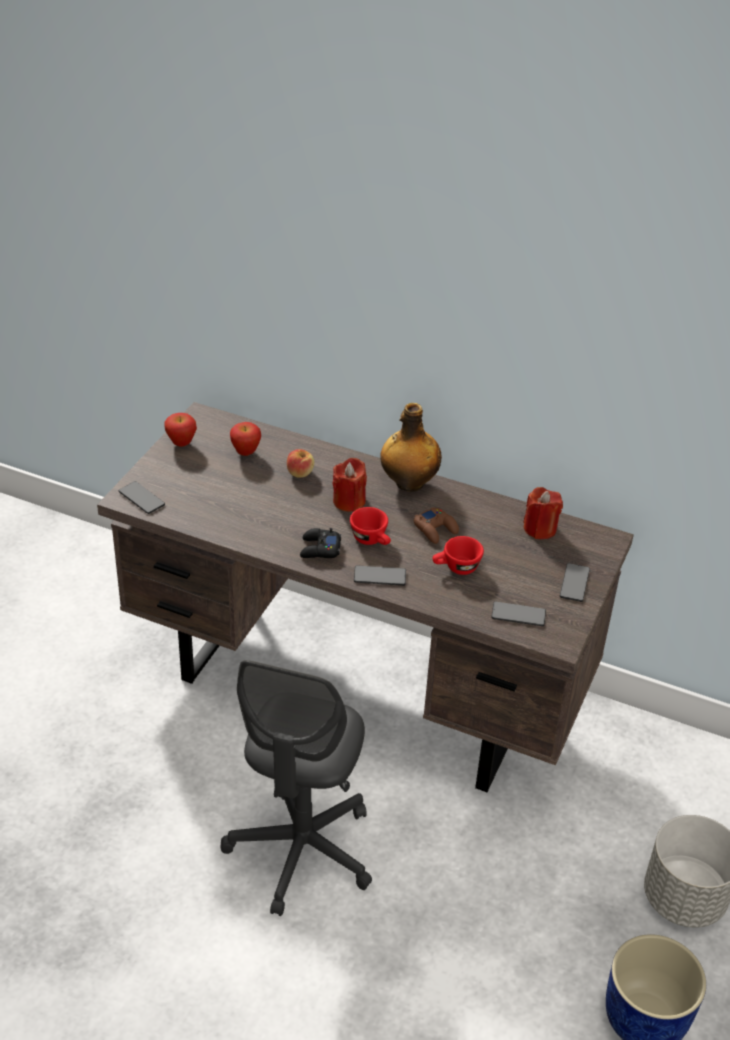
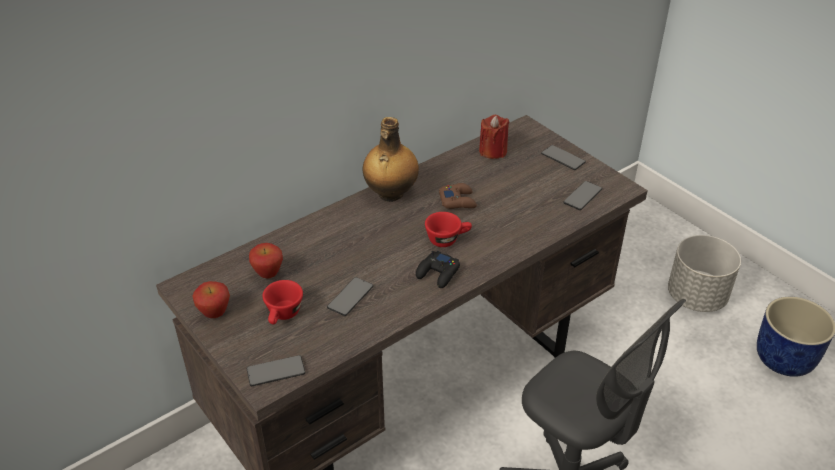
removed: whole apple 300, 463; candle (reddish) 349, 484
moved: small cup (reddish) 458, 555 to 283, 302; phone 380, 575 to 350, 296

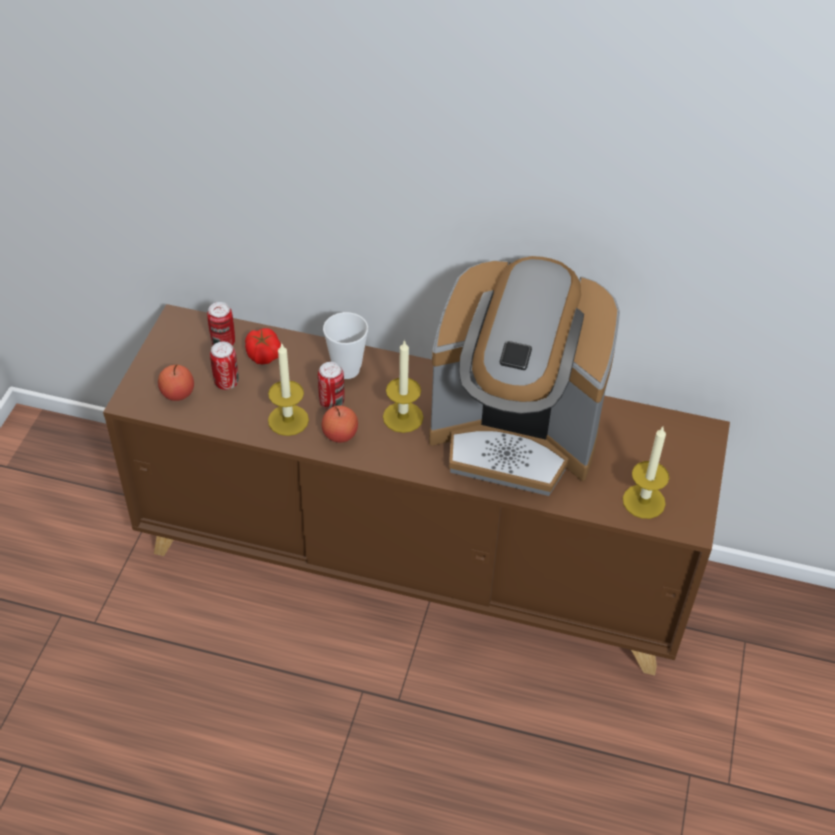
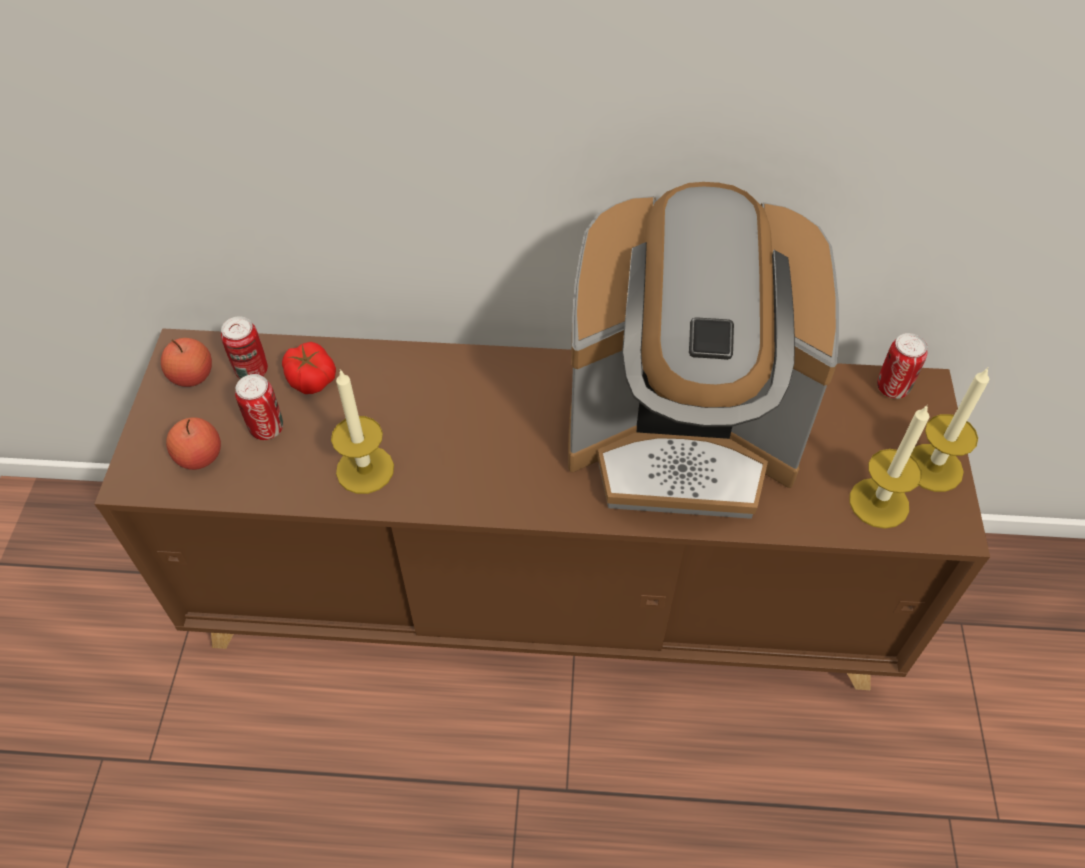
removed: small cup 345, 345
moved: whole apple 340, 424 to 186, 362; metal can 331, 386 to 902, 366; candle 403, 386 to 950, 429

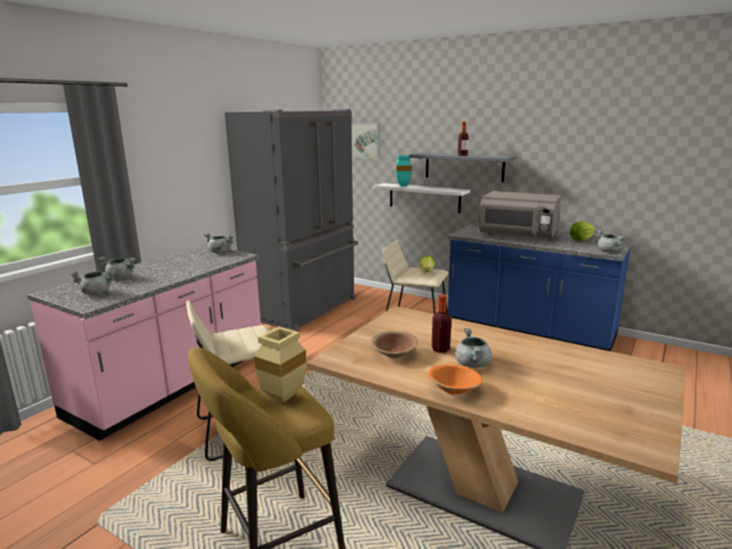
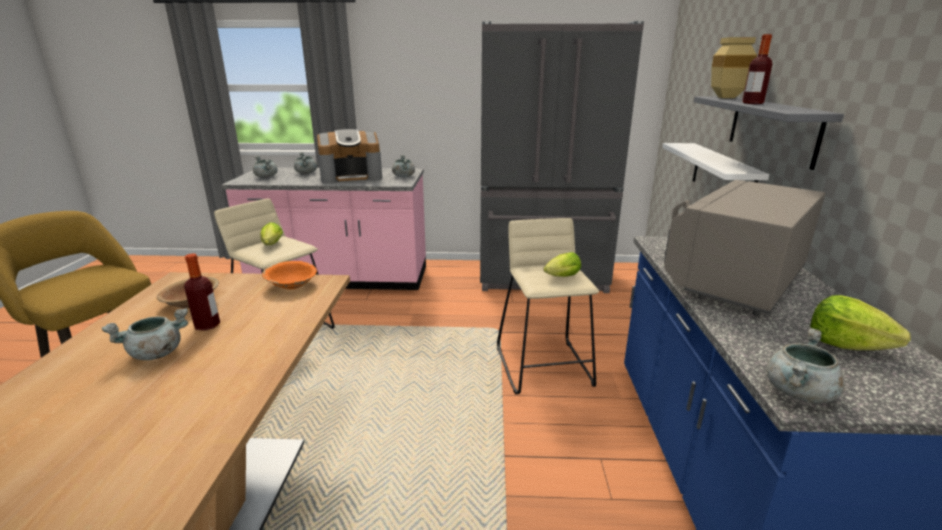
removed: picture 365, 140; vase (blue-green) 404, 170
added: head of lettuce 271, 233; coffee machine 349, 156
moved: bowl (orange-coloured) 455, 380 to 289, 275; vase (beige) 280, 365 to 734, 67
turned: kitchen microwave (grey) 520, 216 = 744, 248 45 degrees clockwise

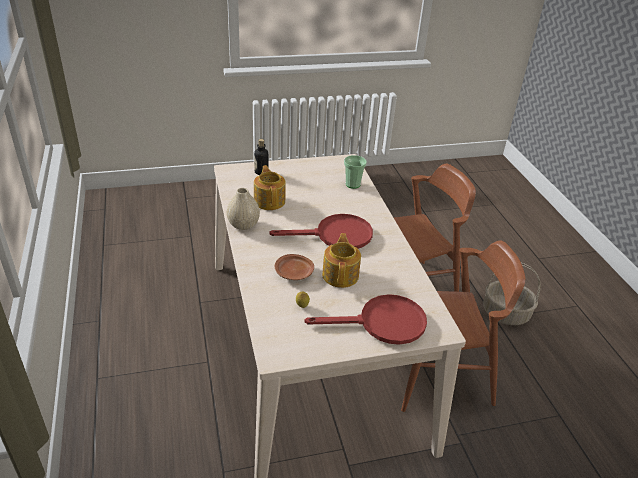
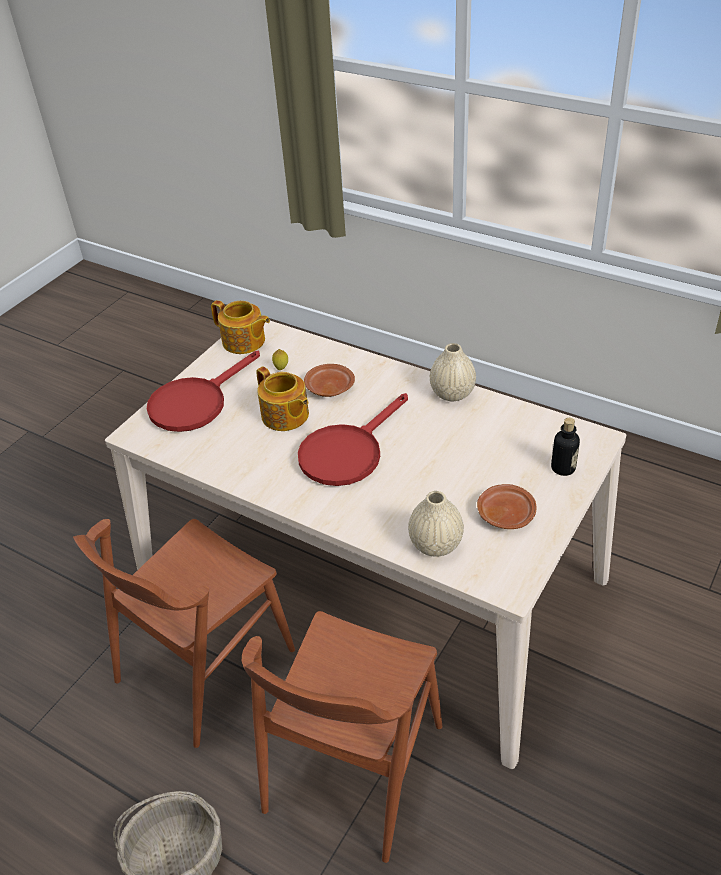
added: plate (brown) 506, 506
moved: teapot 270, 187 to 240, 327
replaced: small cup 355, 172 to vase (beige) 436, 524

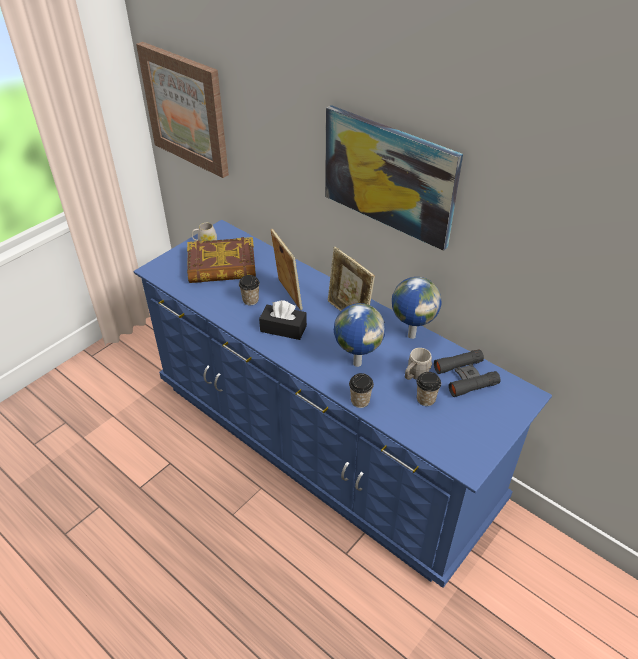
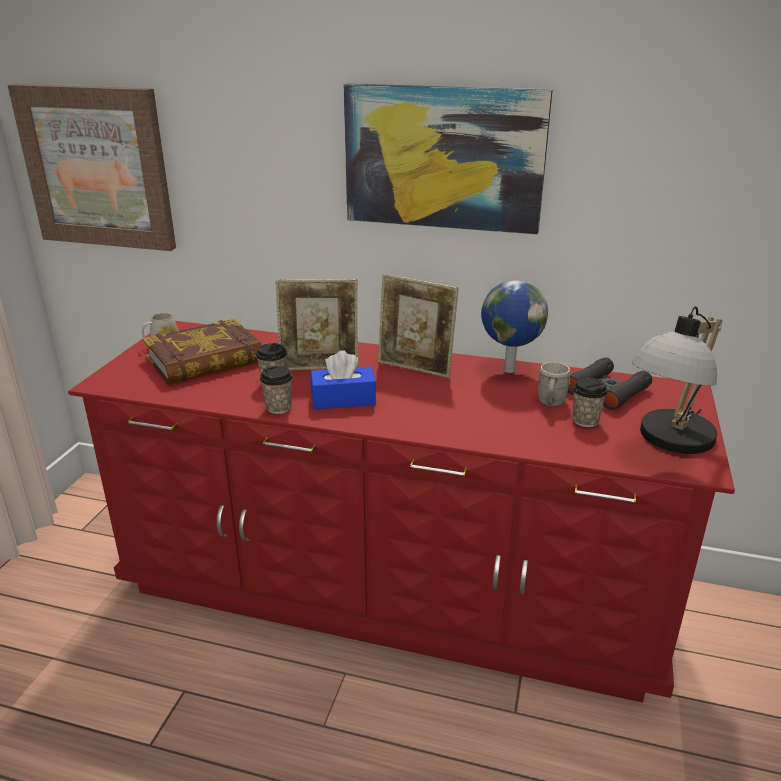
removed: globe 359, 335
added: tabletop lamp 677, 380
moved: small cup 361, 390 to 276, 390
recoloured: chest of drawers (blue-coloured) 342, 404 to chest of drawers (reddish) 401, 512; tissue holder (black-coloured) 283, 320 to tissue holder (blue-coloured) 343, 380
turned: photo frame 286, 269 = 316, 325 135 degrees clockwise

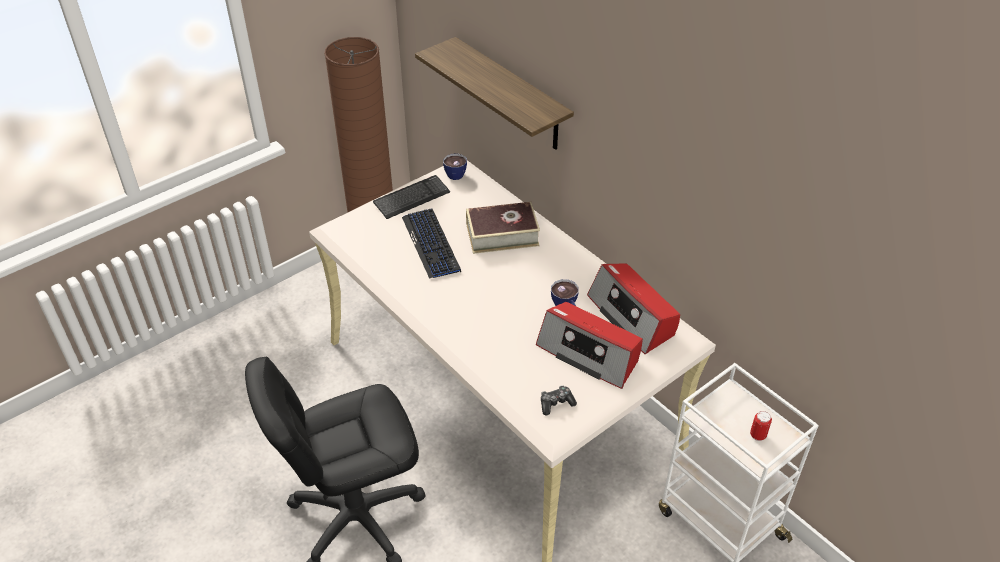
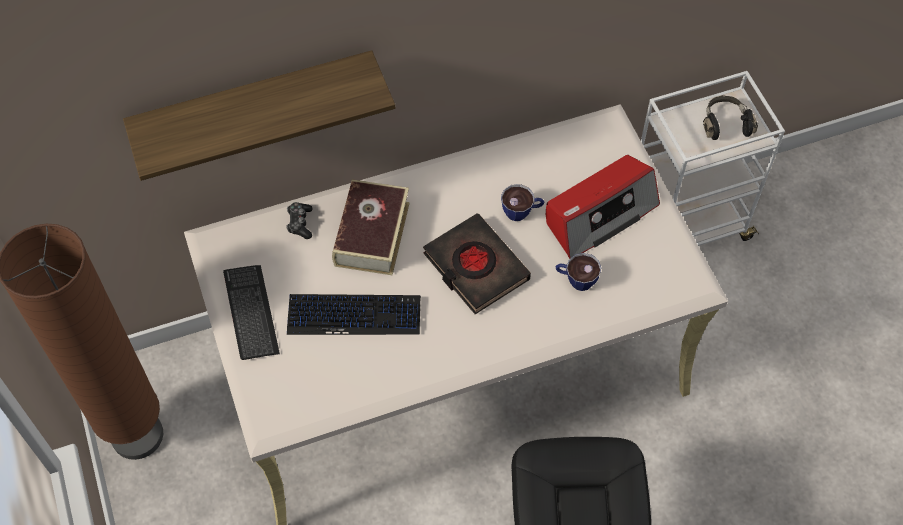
removed: radio set 633, 309
added: bound book (black-coloured) 477, 263
moved: gamepad 559, 400 to 299, 220; small cup 455, 166 to 578, 272
replaced: metal can 761, 426 to headset (black-coloured) 730, 117

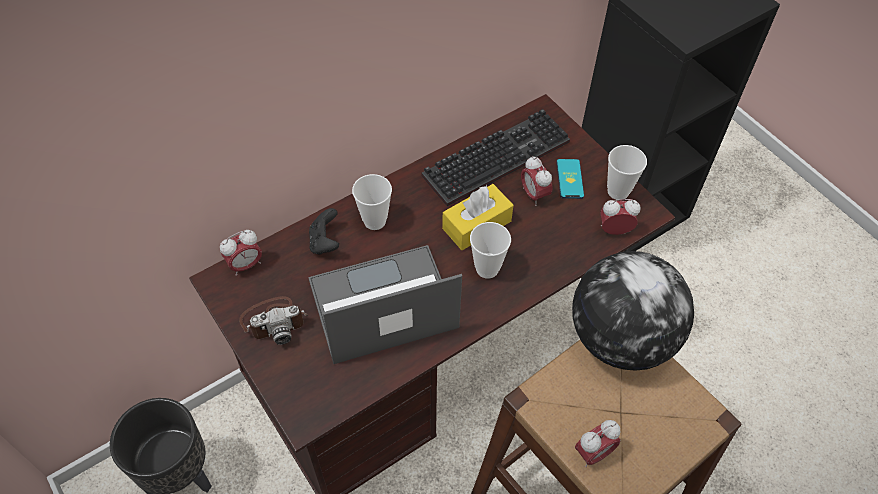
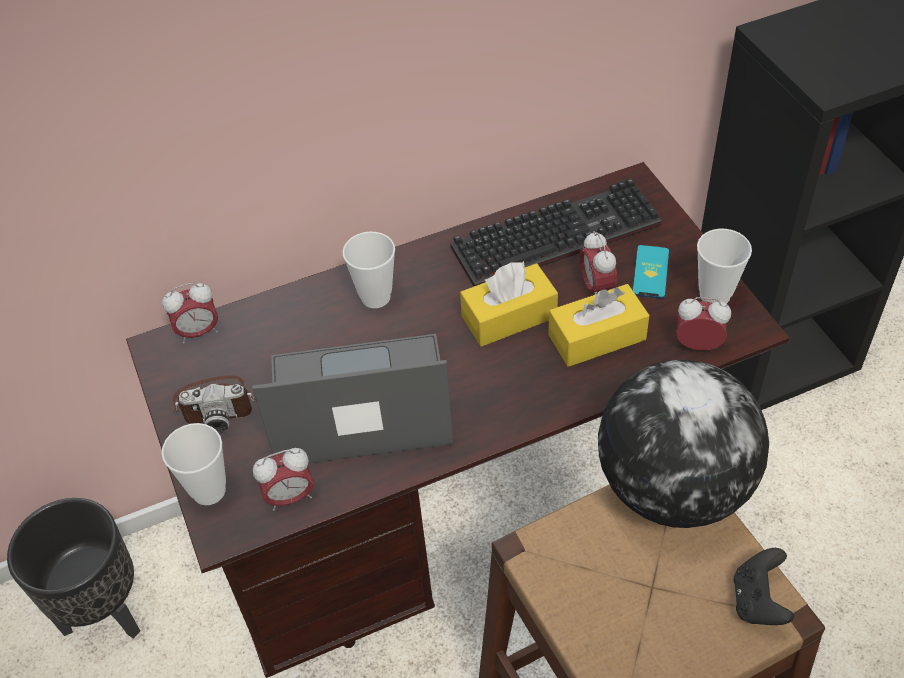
added: tissue holder (yellowish) 598, 325
moved: small cup 490, 250 to 194, 464; alarm clock 598, 443 to 283, 479; gamepad (black-coloured) 324, 231 to 764, 586

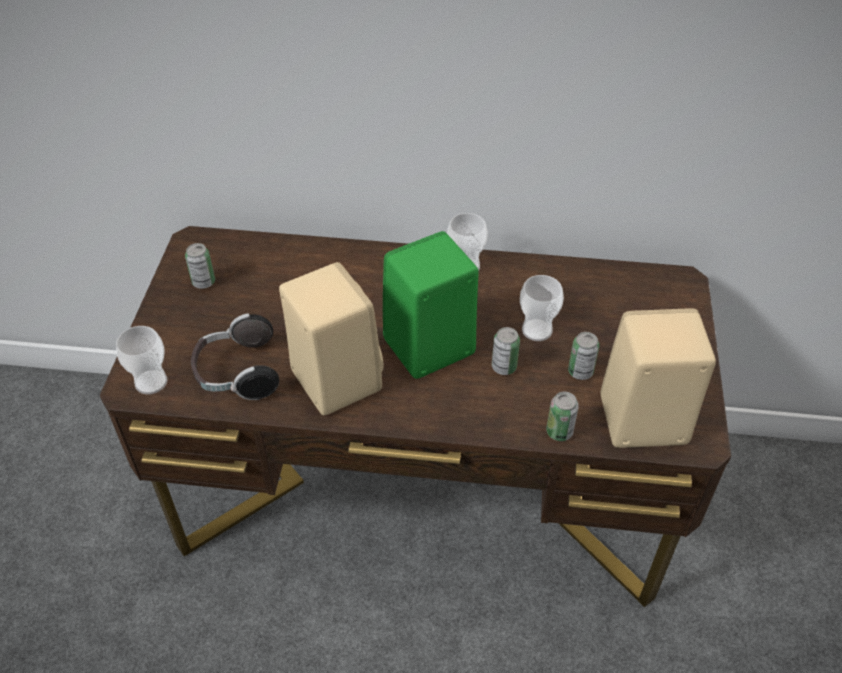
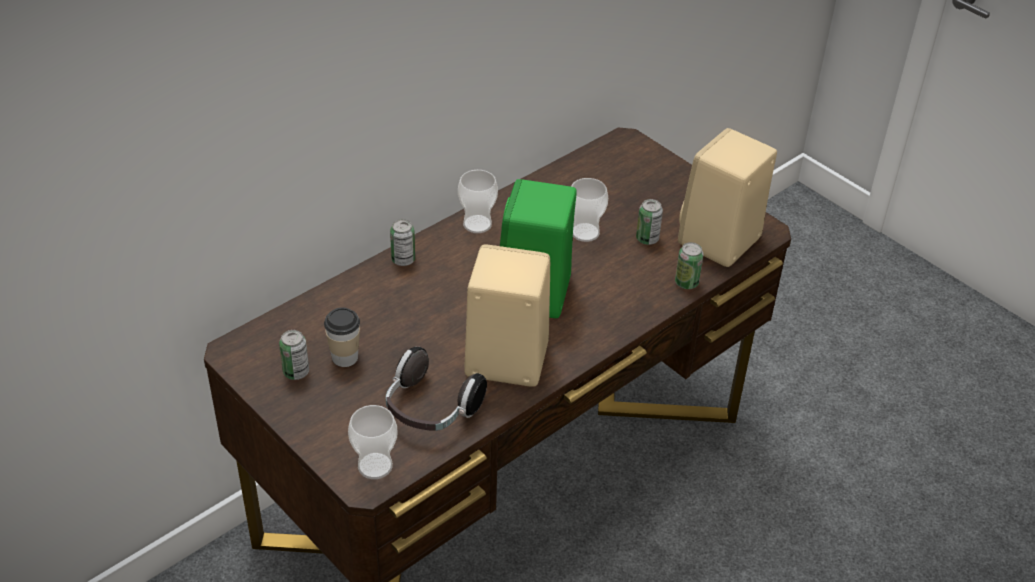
added: small cup 342, 337
moved: metal can 506, 351 to 402, 242

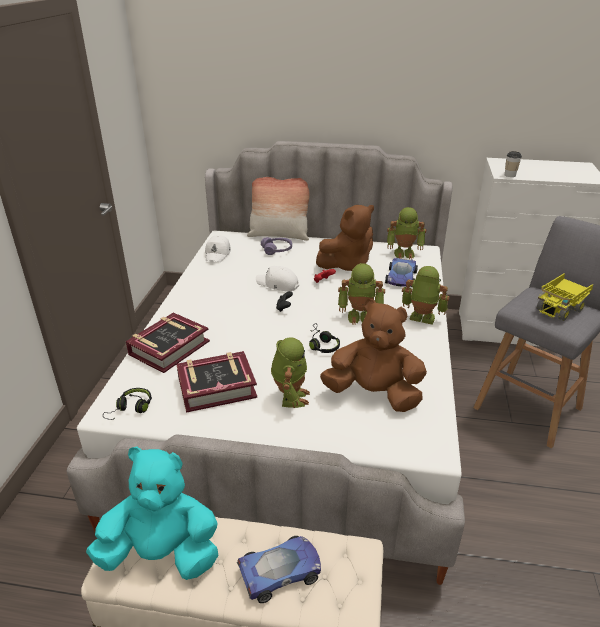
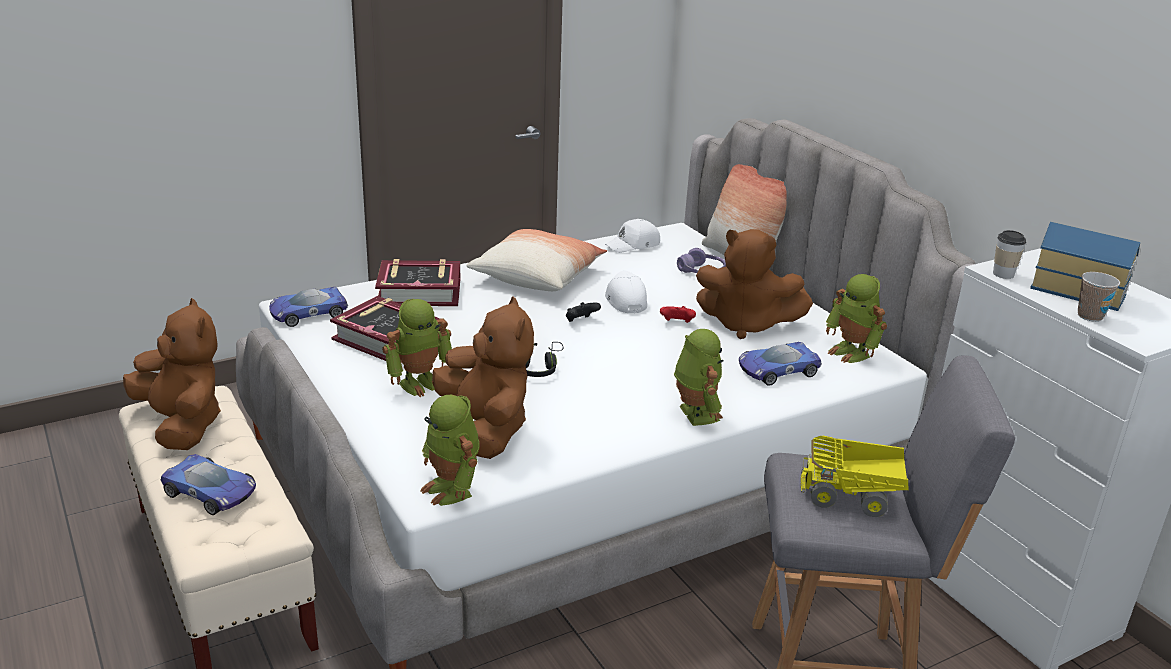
added: cushion 536, 260; model house 1085, 266; small cup 1099, 297
moved: model robot 361, 294 to 449, 450
replaced: headset (black-coloured) 127, 404 to toy car 308, 307
recoloured: plush toy (blue-green) 152, 513 to plush toy (brown) 172, 374

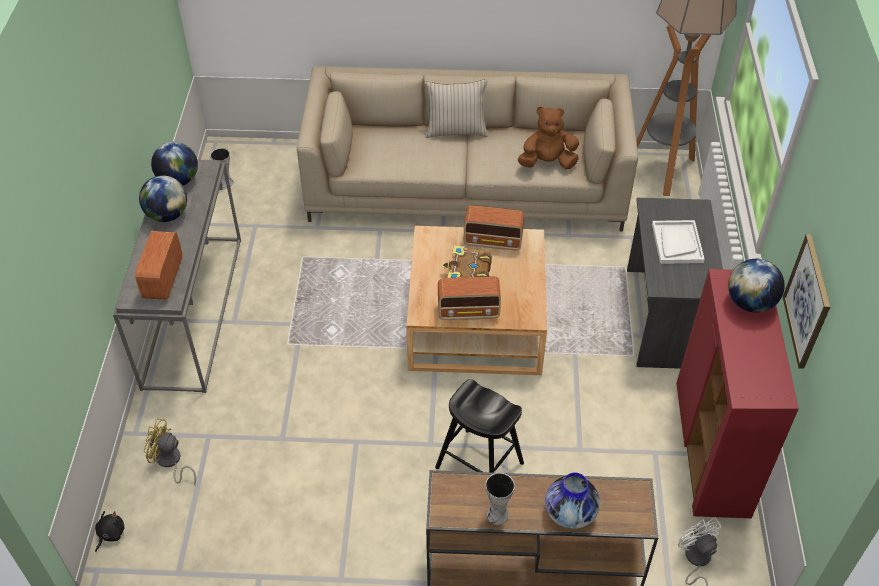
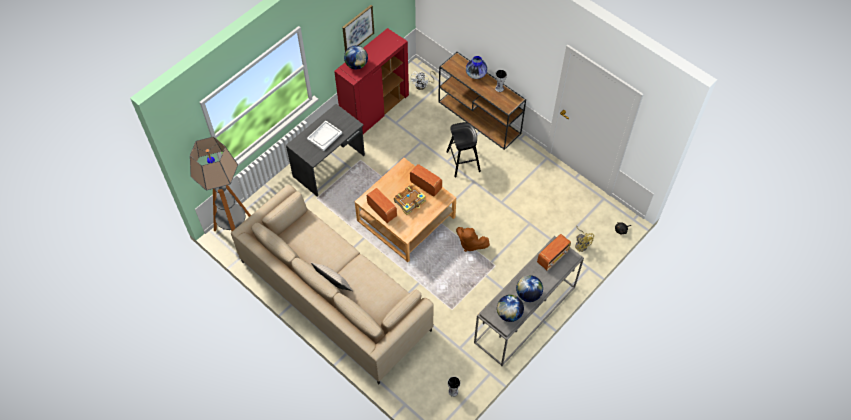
moved: plush toy (brown) 548, 138 to 473, 239

